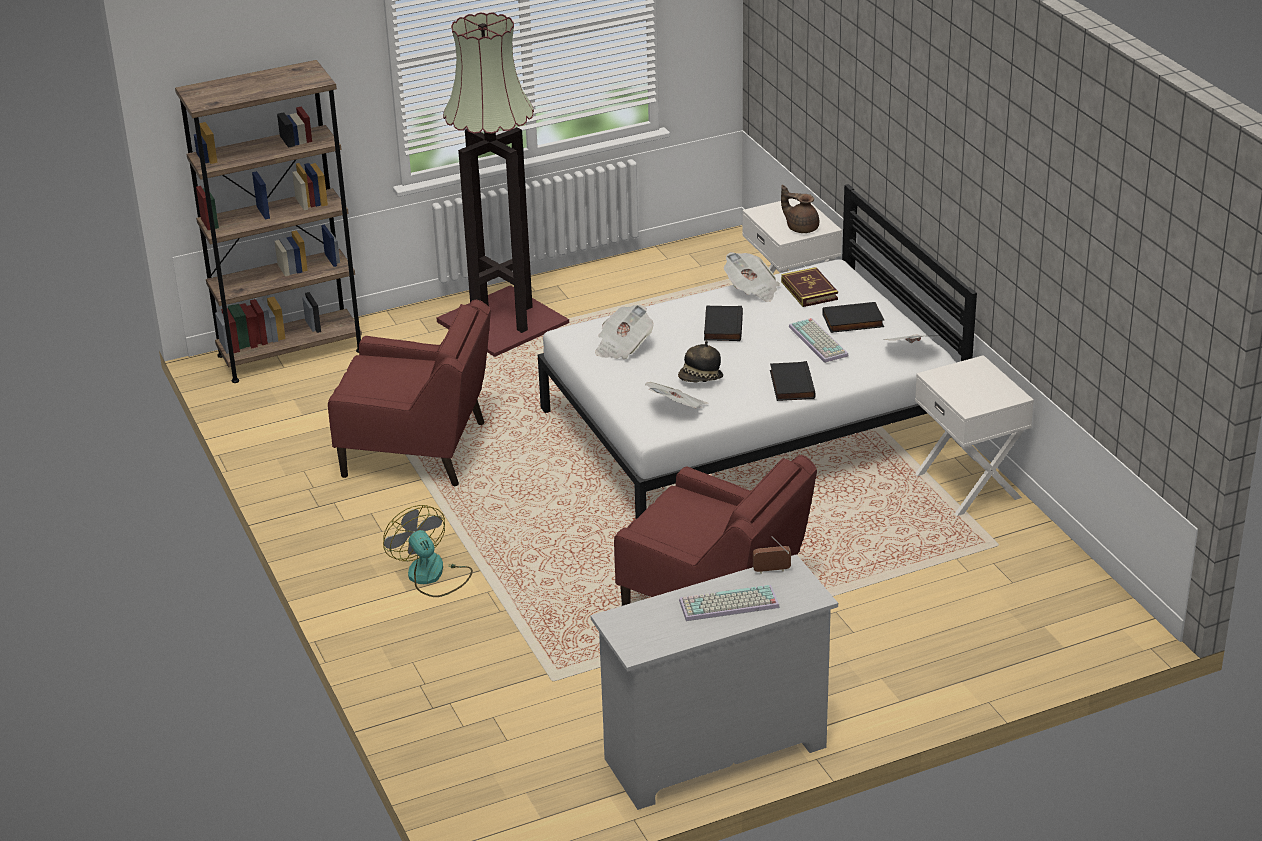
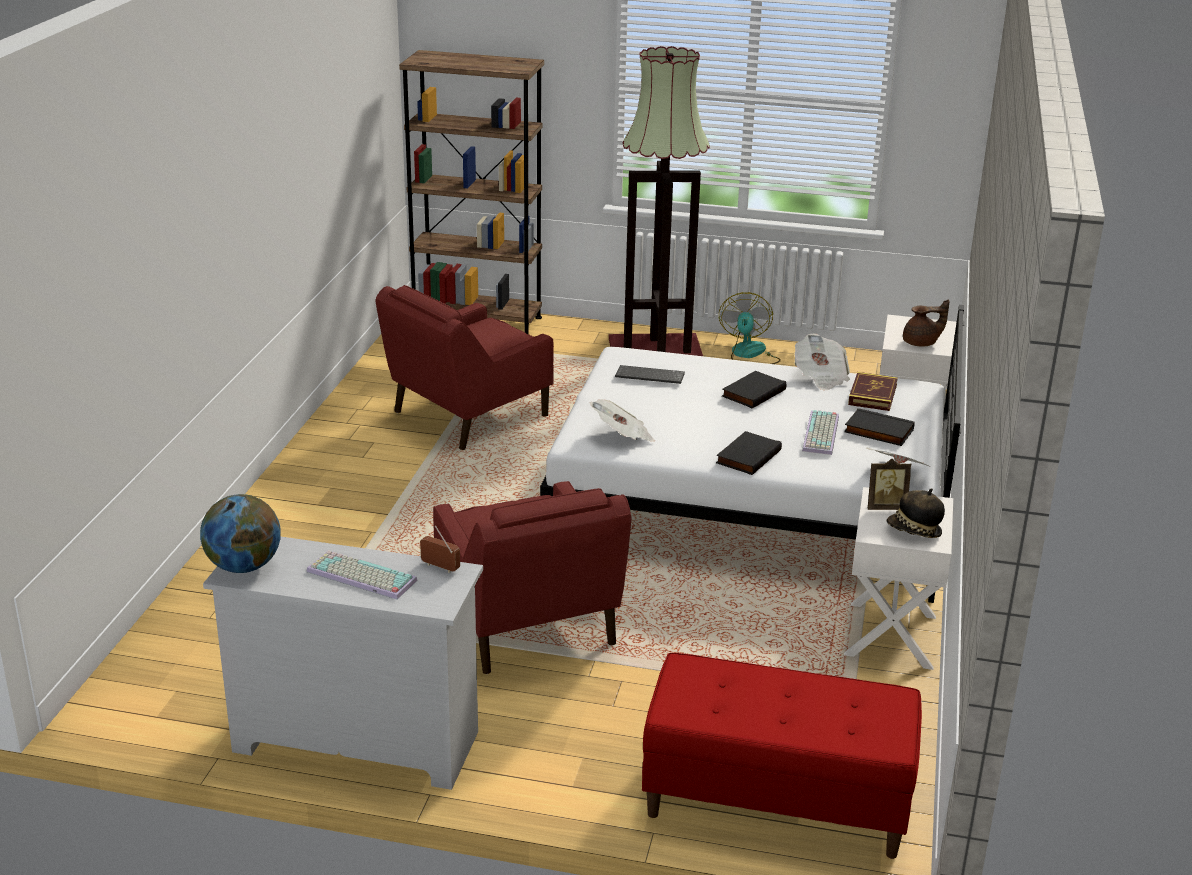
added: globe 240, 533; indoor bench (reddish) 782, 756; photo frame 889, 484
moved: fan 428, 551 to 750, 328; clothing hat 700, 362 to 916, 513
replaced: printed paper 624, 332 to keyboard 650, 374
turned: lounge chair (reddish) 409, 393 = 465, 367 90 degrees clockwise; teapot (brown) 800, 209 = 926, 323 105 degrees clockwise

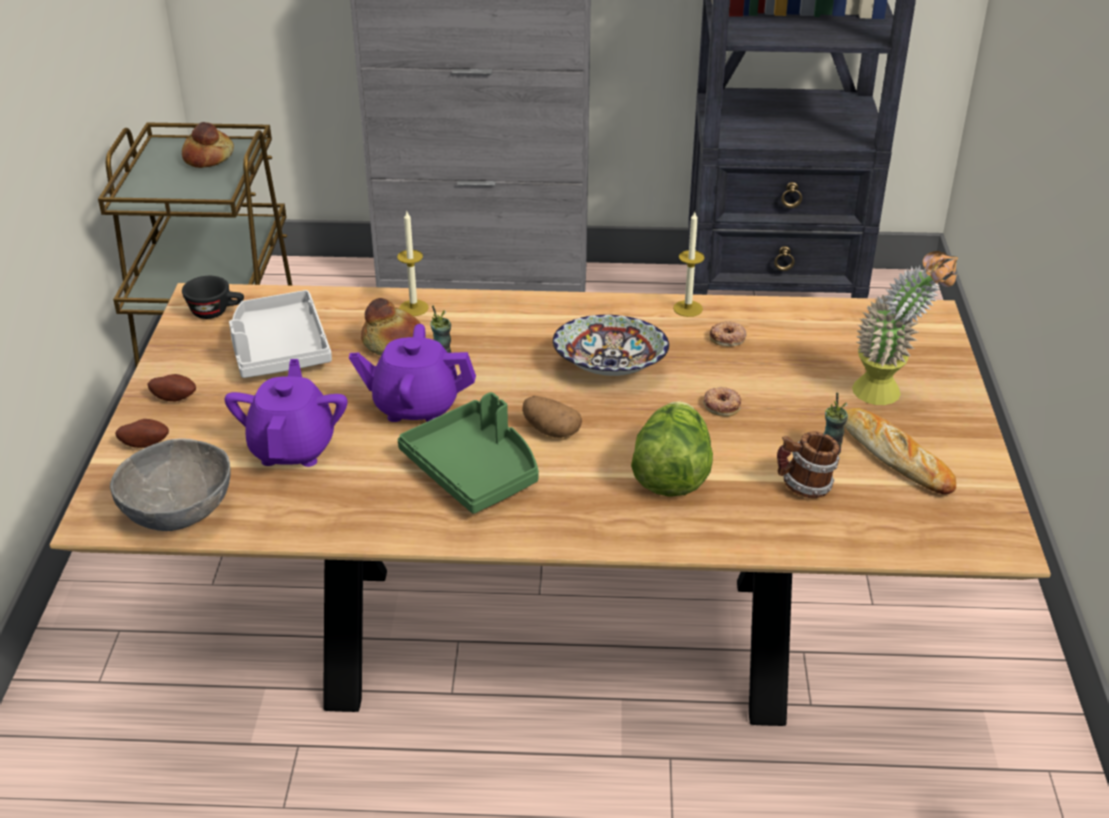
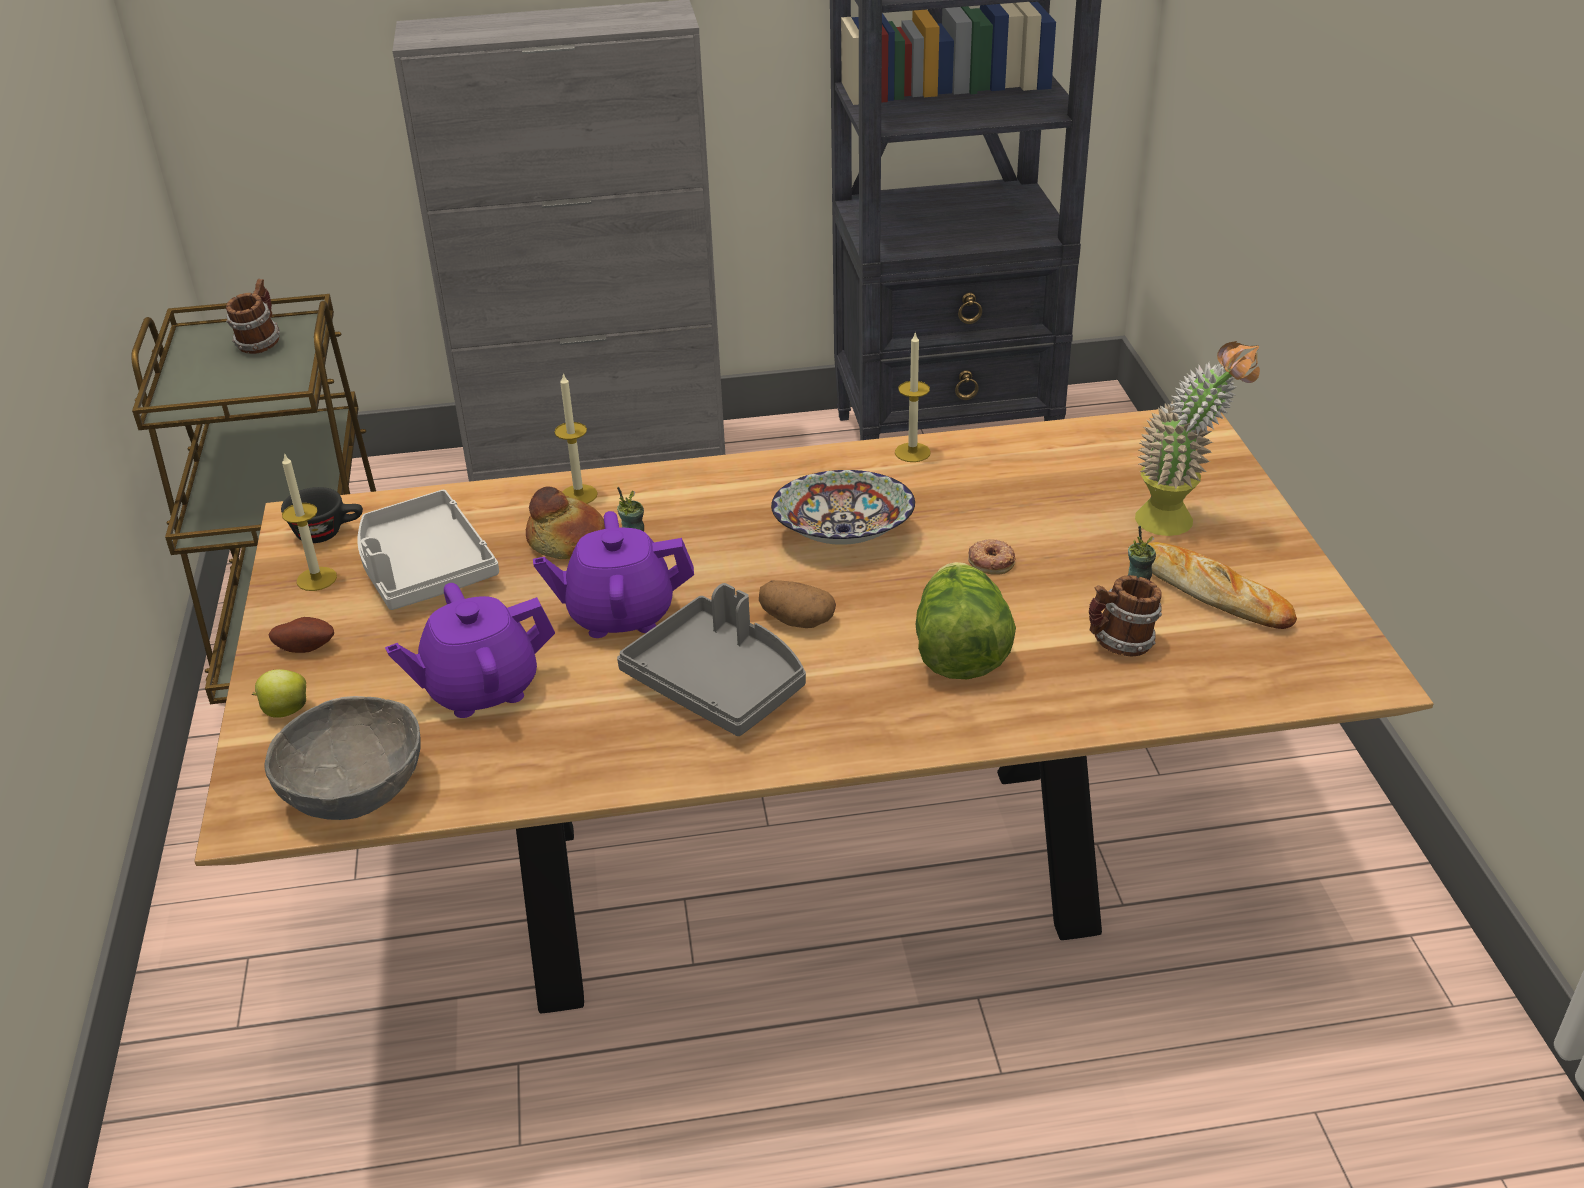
removed: ring doughnut 728, 333
added: candle 309, 522
replaced: baked bread 208, 145 to mug 253, 316; spud 142, 433 to whole apple 279, 693
recoloured: carrying tray (green) 468, 453 to carrying tray (grey) 711, 659
turned: teapot (purple-coloured) 285, 413 = 470, 650 105 degrees counterclockwise

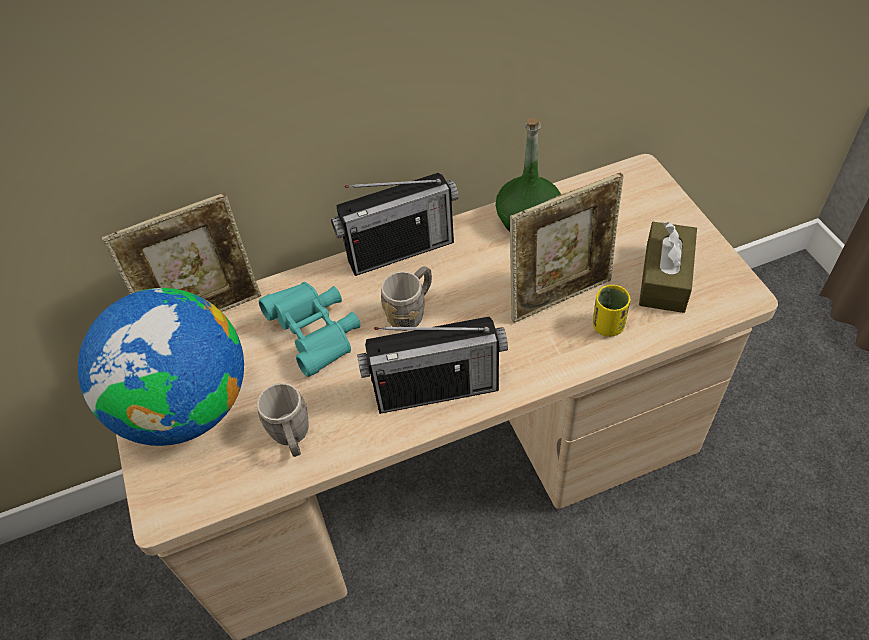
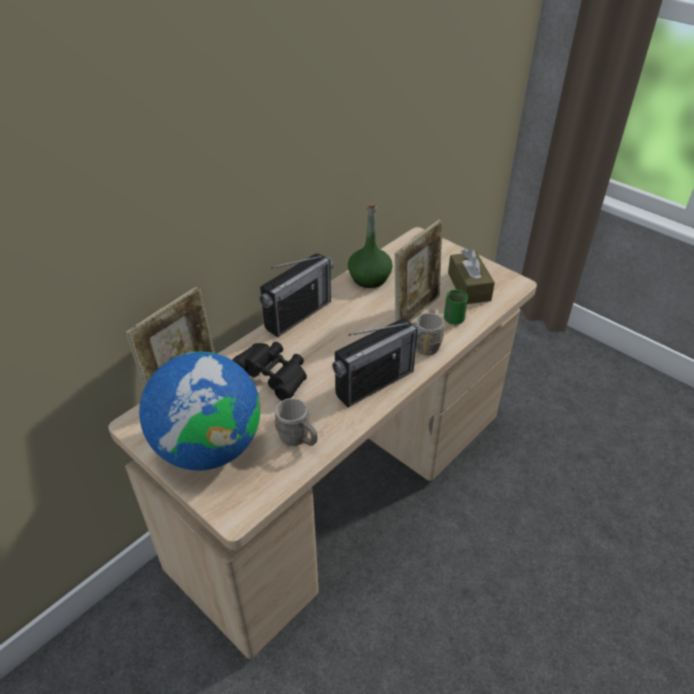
moved: mug (grey) 406, 298 to 429, 332
recoloured: field glasses (blue-green) 309, 329 to field glasses (black-coloured) 269, 371; small cup (yellowish) 612, 311 to small cup (green) 456, 307

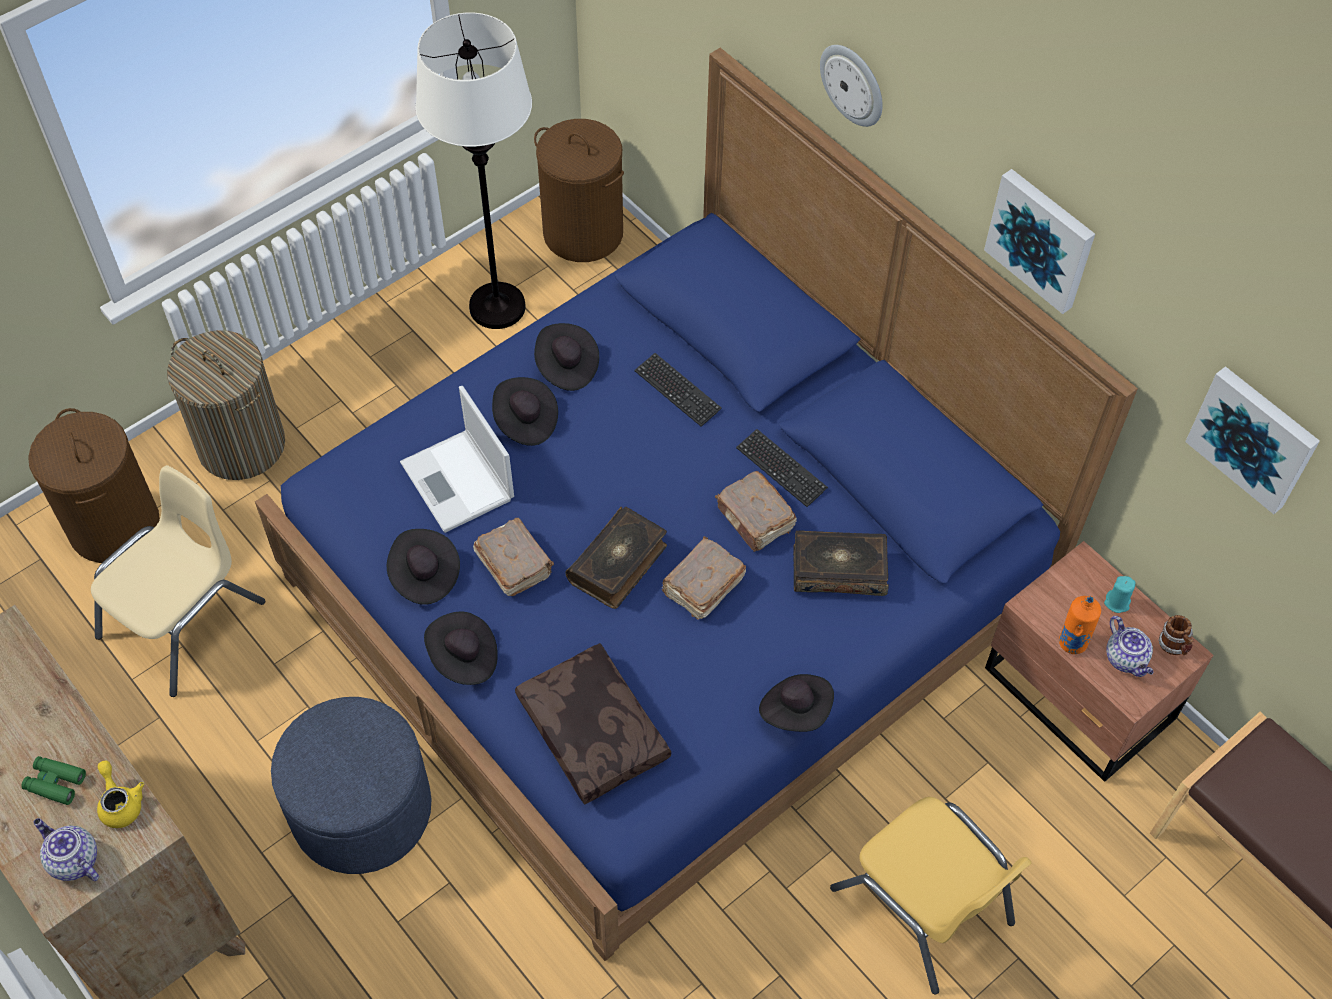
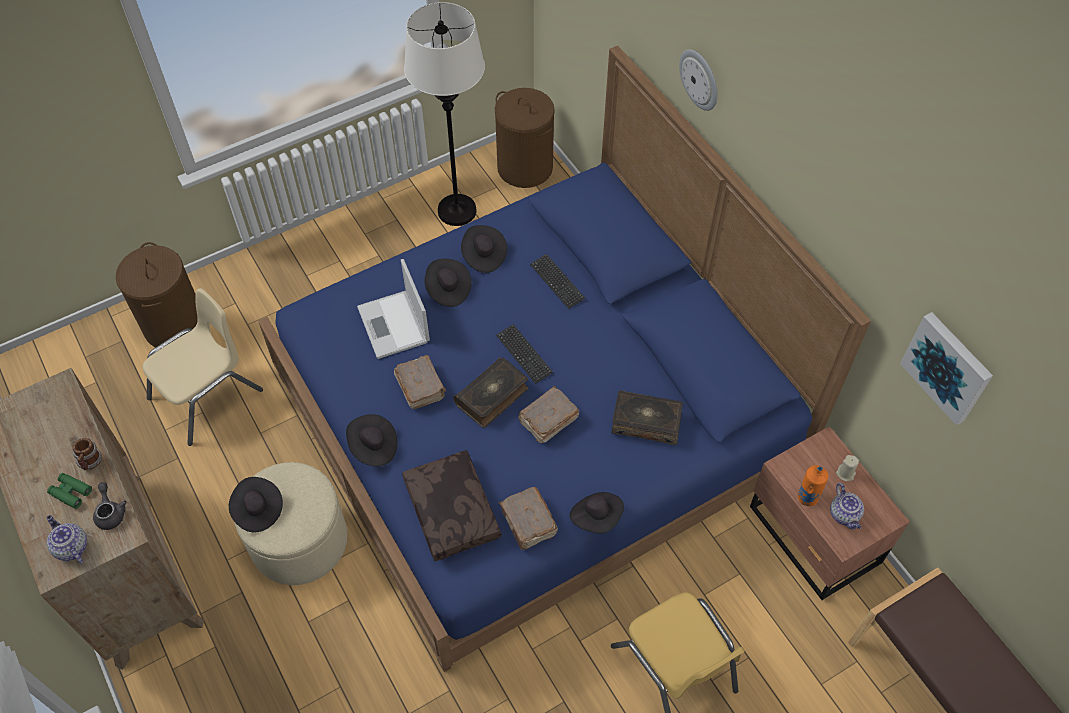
removed: washing basket 226, 405; picture 1039, 241
moved: mug 1176, 635 to 87, 454; clothing hat (black-coloured) 423, 567 to 256, 505; keyboard 782, 468 to 524, 354; bound book (brown) 756, 511 to 528, 518
recoloured: teapot (yellowish) 120, 794 to teapot (grey) 110, 506; pouffe (blue-coloured) 351, 785 to pouffe (beige) 290, 523; candle (blue-green) 1119, 594 to candle (beige) 847, 468

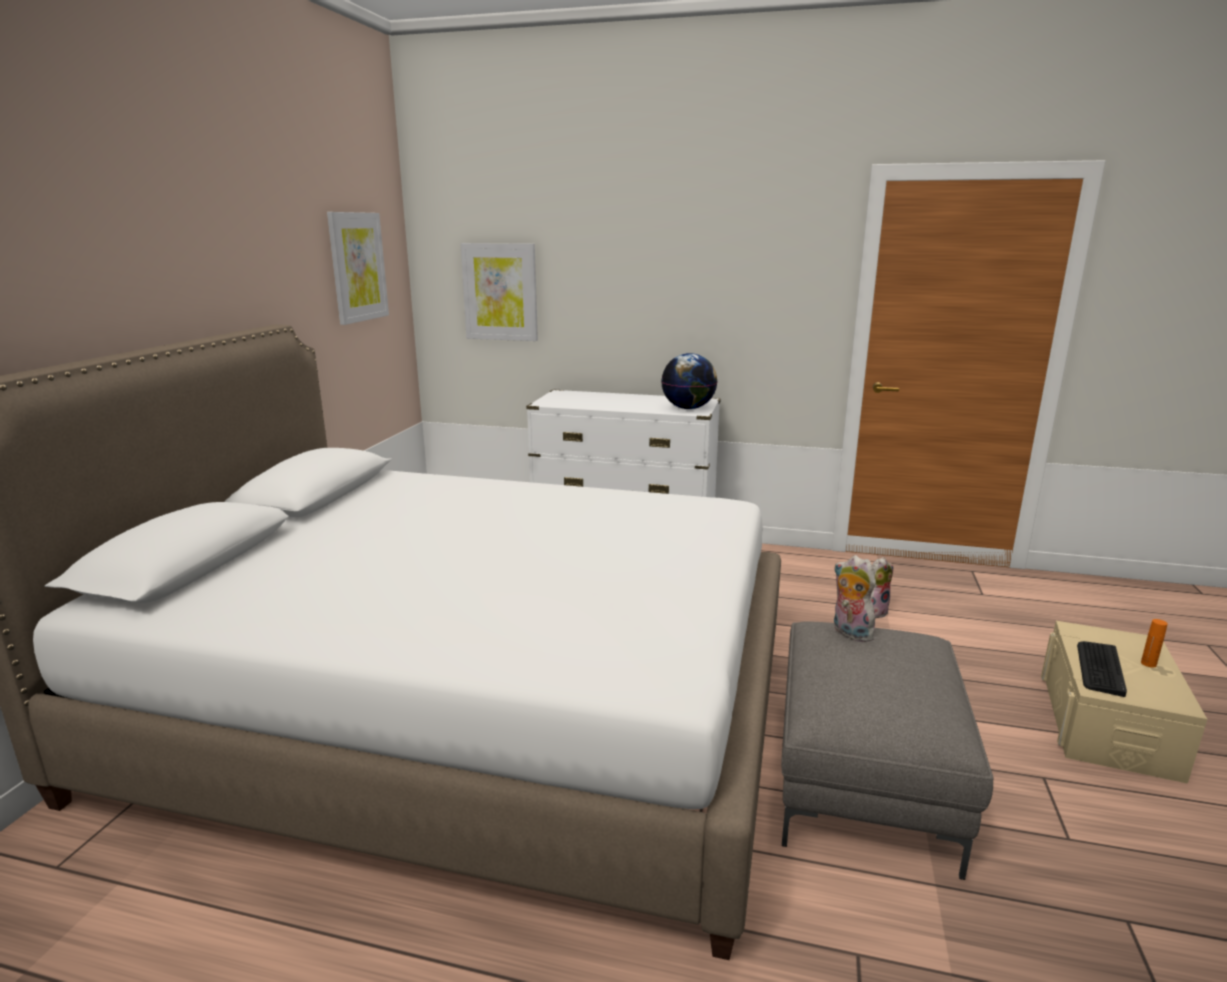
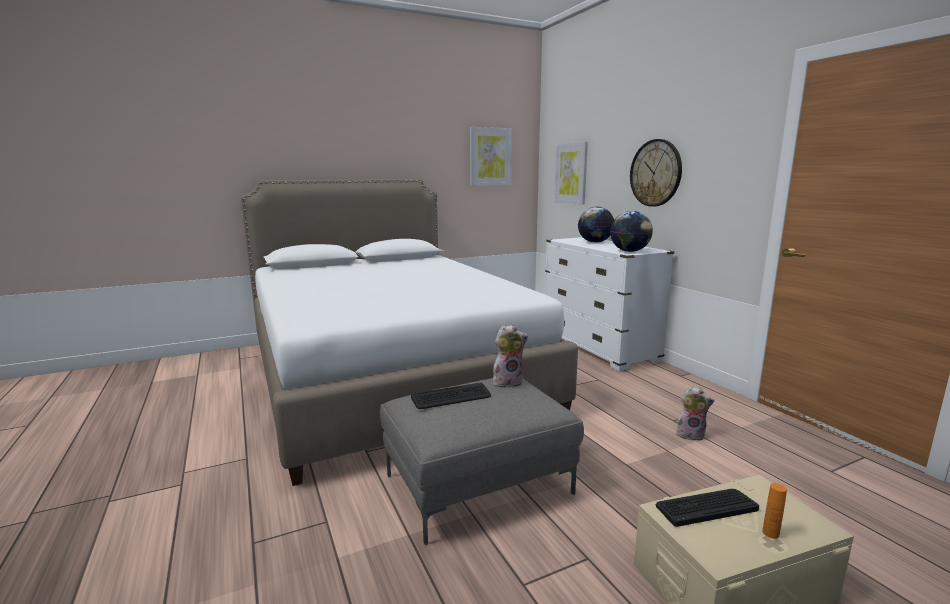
added: keyboard 451, 396; globe 596, 225; wall clock 656, 173
turned: plush toy 854, 598 = 510, 356 60 degrees clockwise

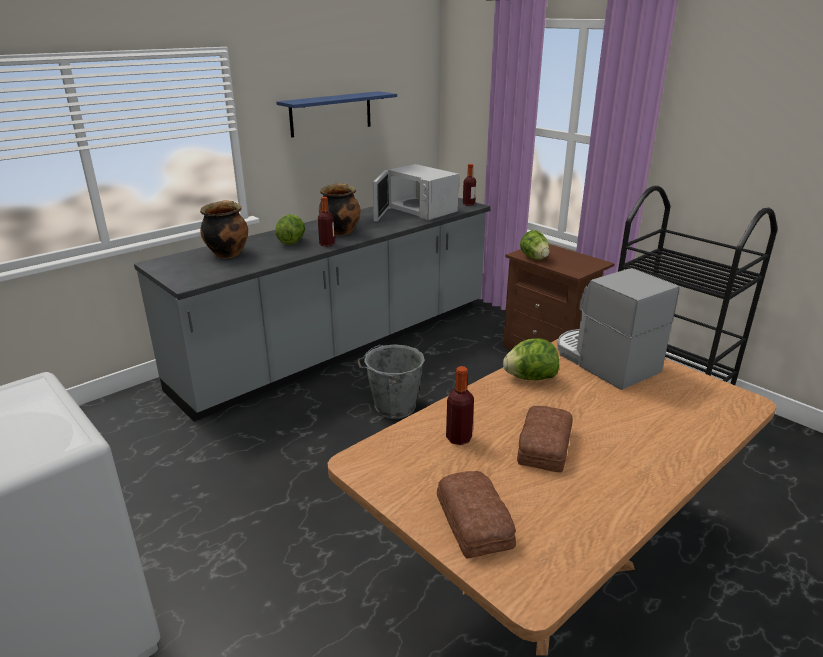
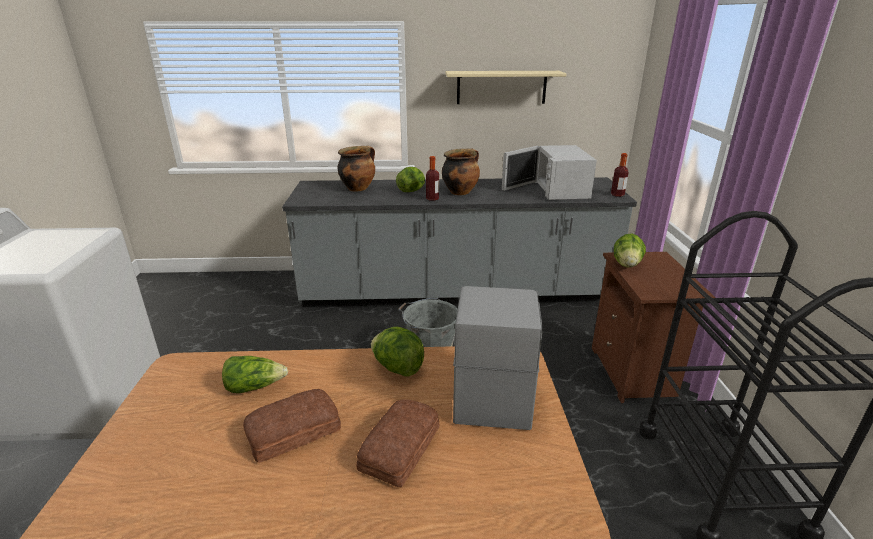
moved: baked bread 476, 515 to 397, 443
replaced: beverage bottle 460, 405 to head of lettuce 255, 374
recoloured: bracket shelf (blue-coloured) 336, 114 to bracket shelf (beige) 506, 87

